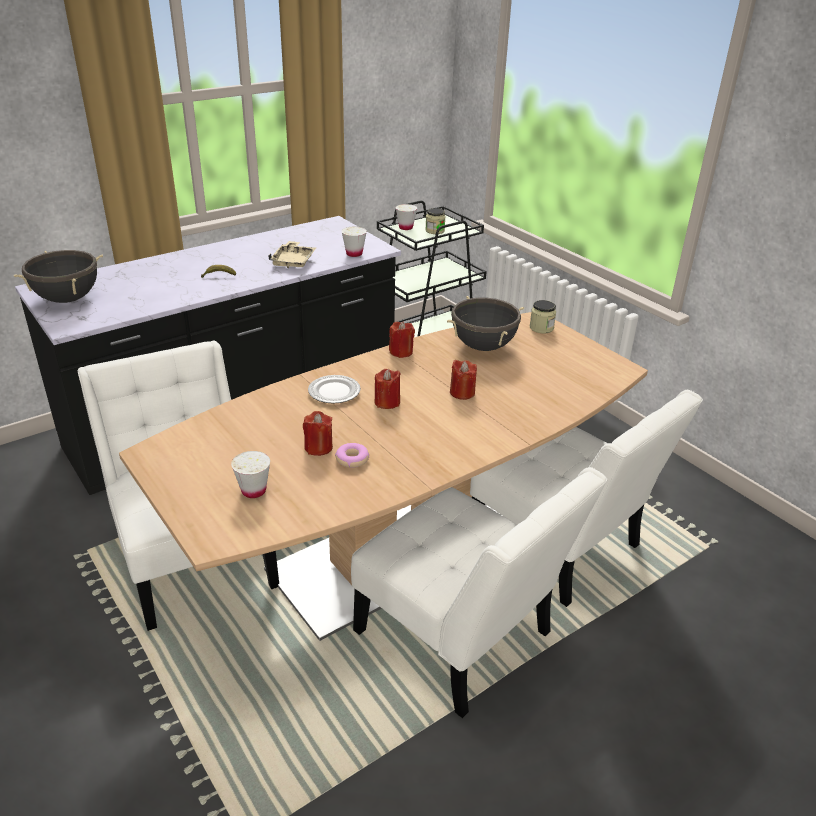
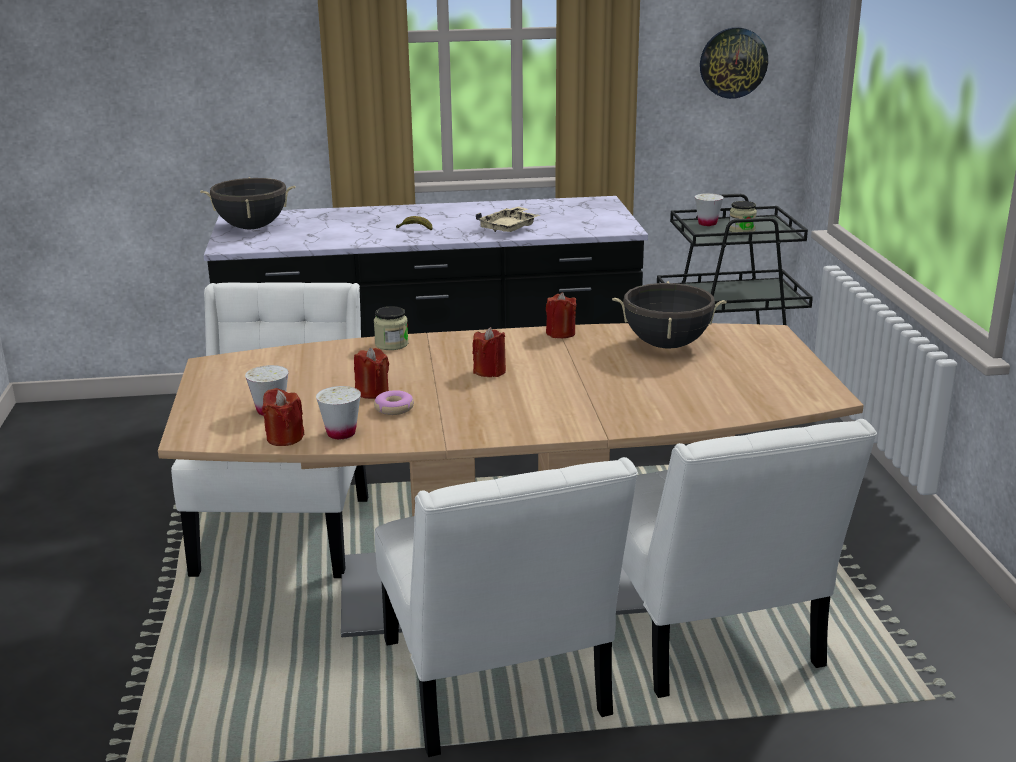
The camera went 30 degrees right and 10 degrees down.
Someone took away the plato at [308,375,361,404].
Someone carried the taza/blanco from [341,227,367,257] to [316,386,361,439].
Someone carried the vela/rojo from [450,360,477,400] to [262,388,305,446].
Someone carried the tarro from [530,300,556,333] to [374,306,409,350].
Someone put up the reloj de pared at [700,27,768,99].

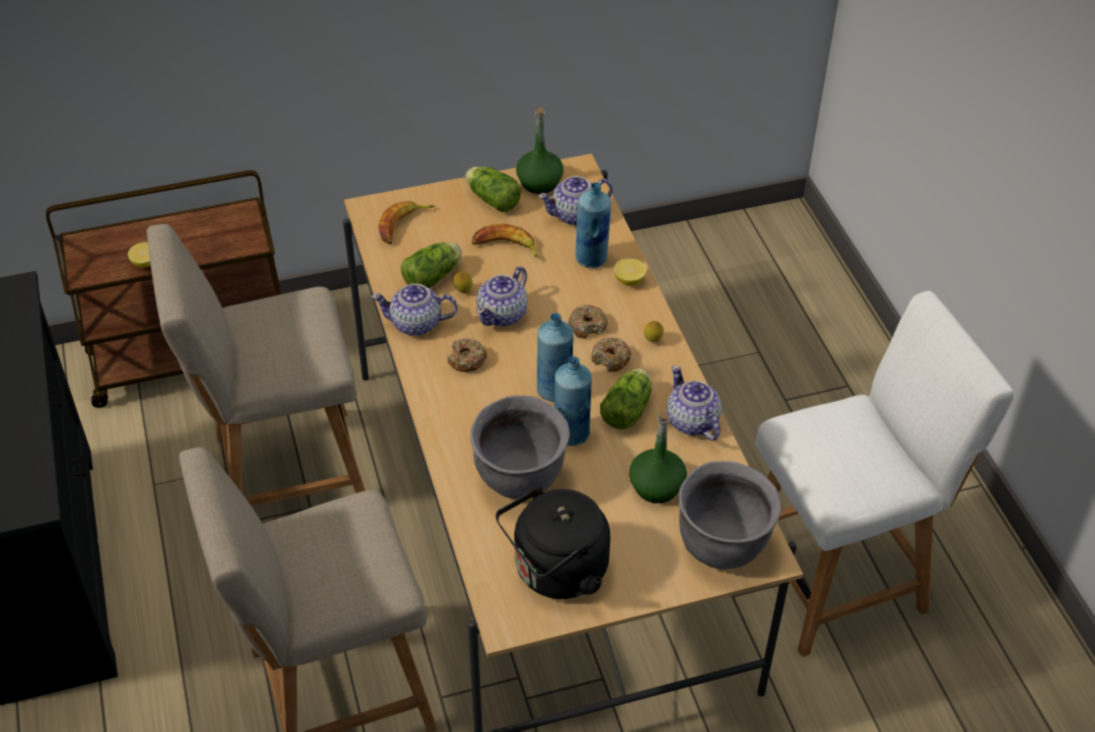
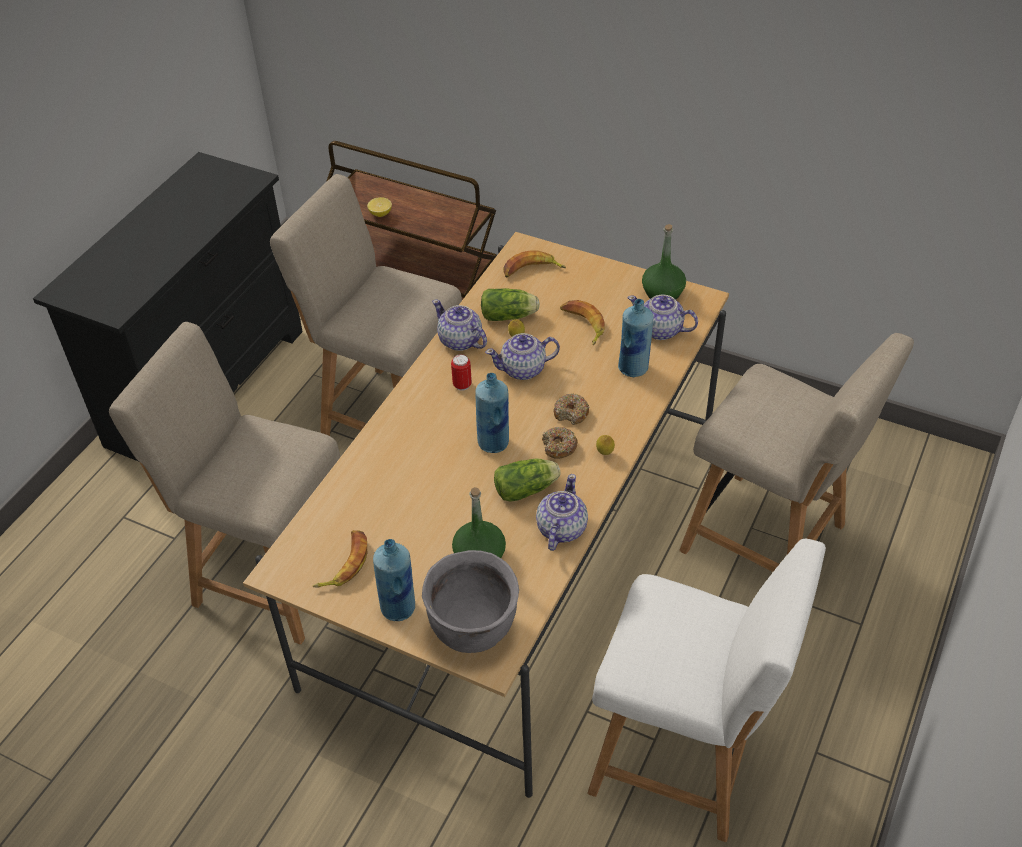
The camera went 45 degrees right and 0 degrees up.
Someone swapped the rosquilla at [447,338,487,372] for the lata at [451,354,472,391].
Someone took away the lechuga at [465,167,521,212].
Someone took away the olla/gris at [470,395,570,499].
Someone swapped the hervidor/negro at [496,486,610,599] for the plátano at [313,530,367,587].
Someone carried the botella/azul from [554,356,592,446] to [373,539,415,621].
Someone took away the limón at [614,259,647,286].
Someone put down the silla/beis at [679,333,914,572].

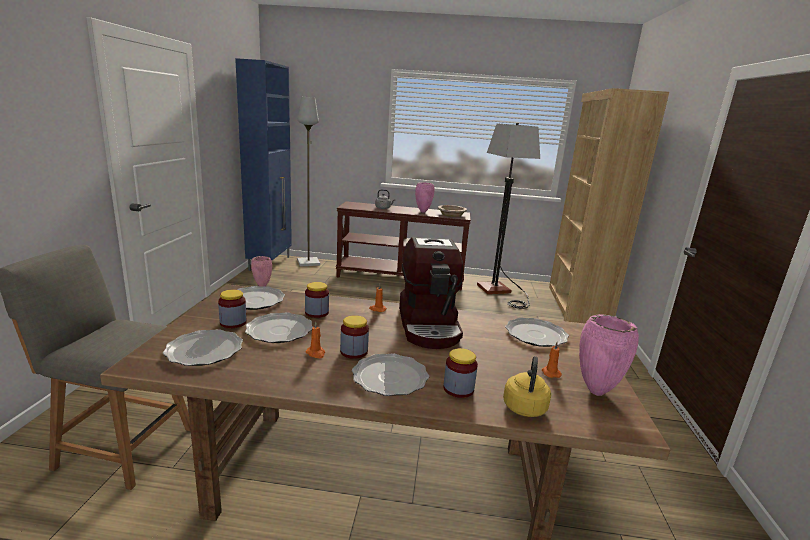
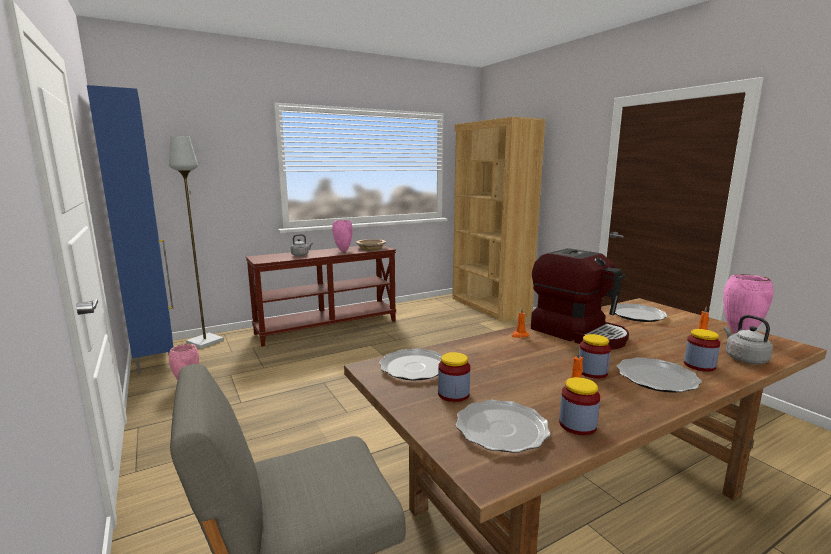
The camera went 35 degrees left and 5 degrees down.
Someone took away the plato at [245,313,313,343].
Someone carried the tarro from [305,282,329,318] to [559,377,600,435].
Someone took away the lámpara de pie at [477,123,540,309].
Someone repainted the hervidor/amarillo at [503,356,551,417], which became the hervidor/gris at [724,315,773,364].

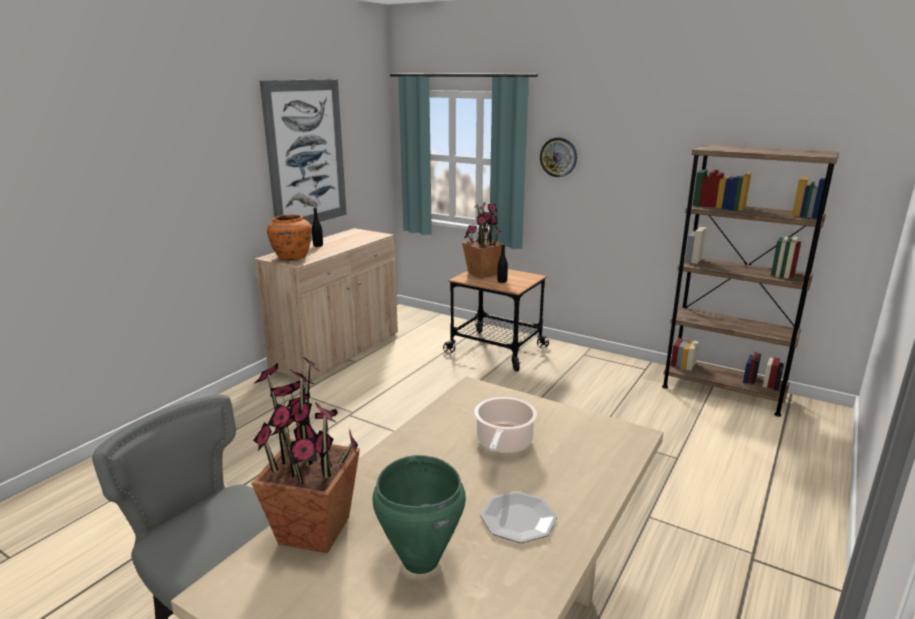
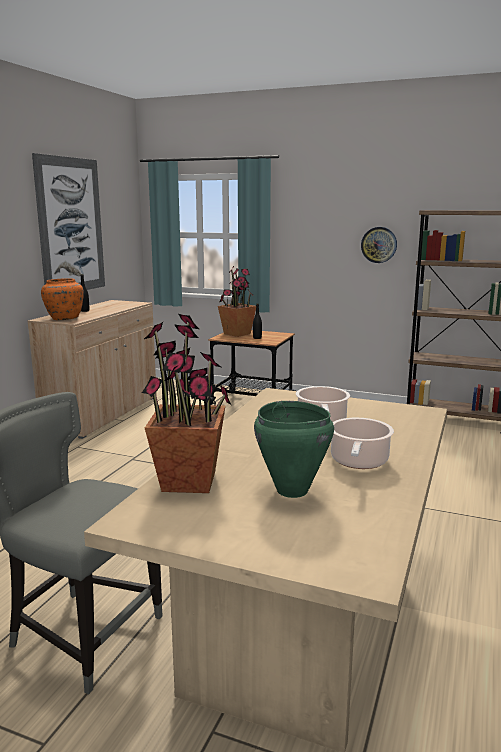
The camera went 10 degrees left and 5 degrees down.
Someone swapped the plato at [481,491,557,543] for the olla at [331,418,394,469].
Someone carried the reloj de pared from [540,137,577,177] to [361,227,397,263].

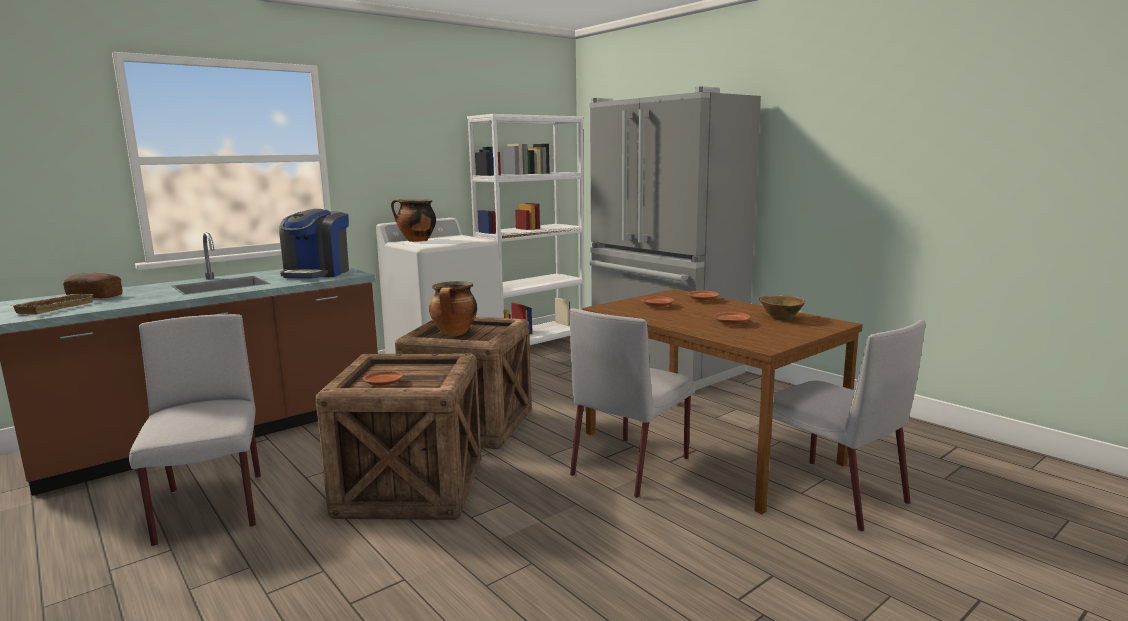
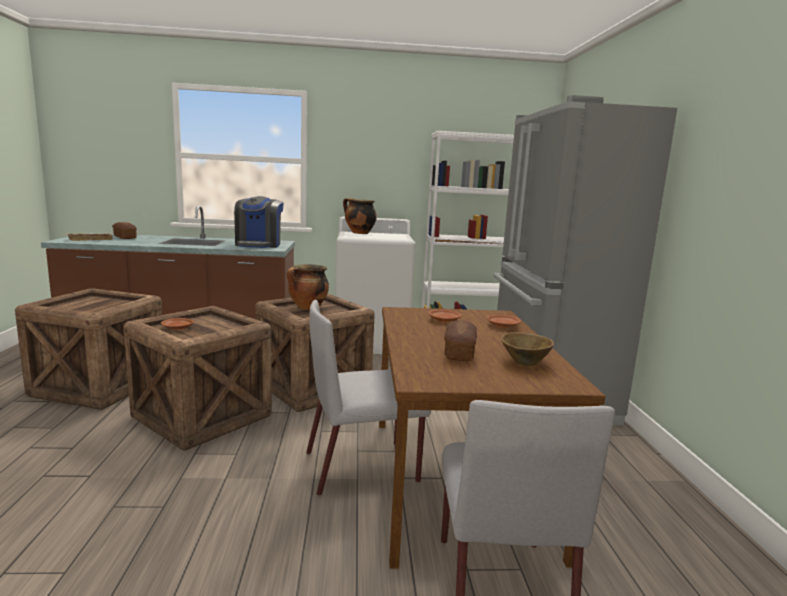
The camera went 35 degrees right and 0 degrees up.
Someone swapped the silla/gris at [129,314,261,546] for the caja de embalaje at [15,288,162,410].
Someone rotated the cafetera at [279,209,349,279] by 45 degrees counterclockwise.
Someone swapped the plato/marrón at [714,312,751,325] for the pan at [444,320,477,361].

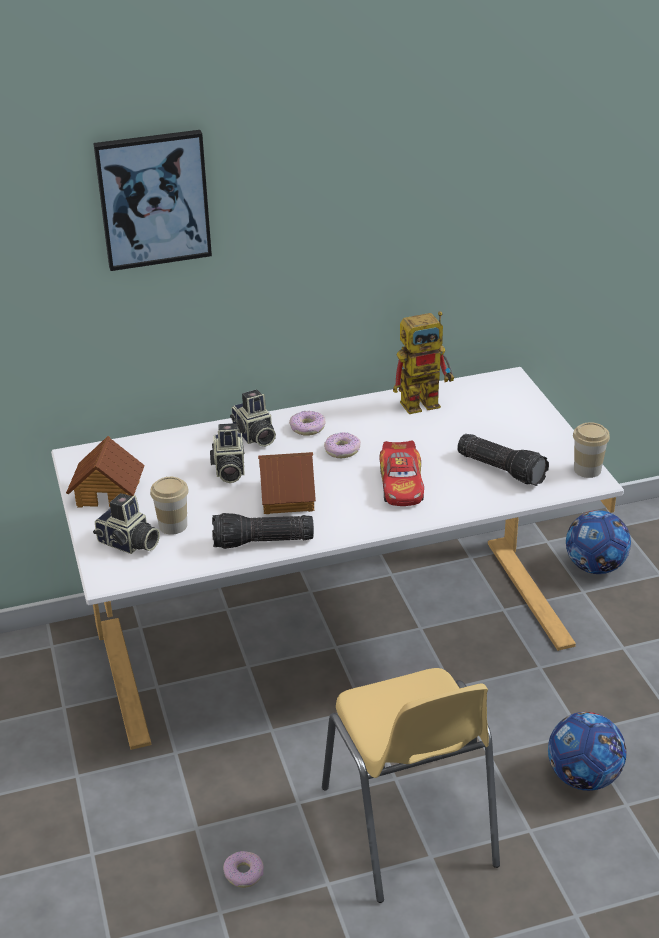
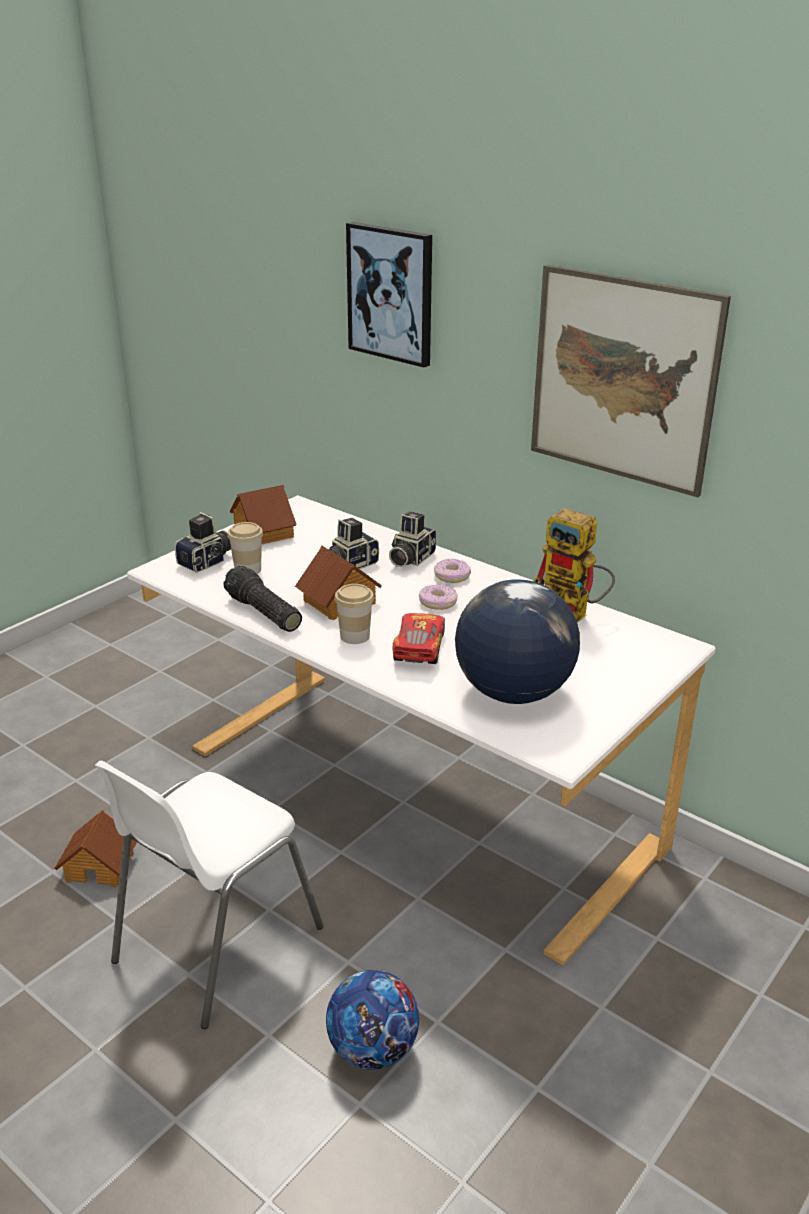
The camera went 55 degrees right and 5 degrees down.
Someone rotated the cámara at [93,493,160,554] by 135 degrees counterclockwise.
Someone swapped the rosquilla at [223,851,264,888] for the casita at [54,810,137,887].
Someone repainted the silla/amarillo at [322,668,500,903], which became the silla/blanco at [95,761,323,1029].
Someone rotated the coche de juguete at [379,440,424,506] by 135 degrees clockwise.
Someone swapped the linterna at [457,434,549,486] for the globo terráqueo at [455,579,580,704].
Someone took away the balón de fútbol at [566,510,631,574].
Someone carried the taza from [573,422,610,478] to [334,584,374,644].
Someone put up the cuadro at [531,265,731,497].

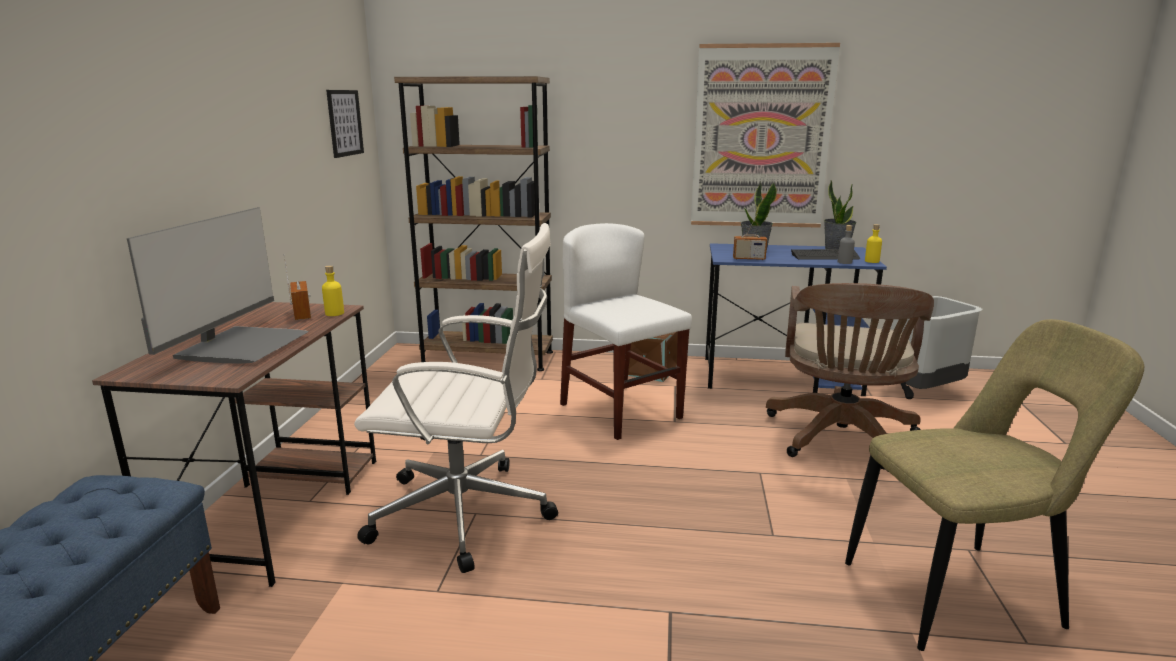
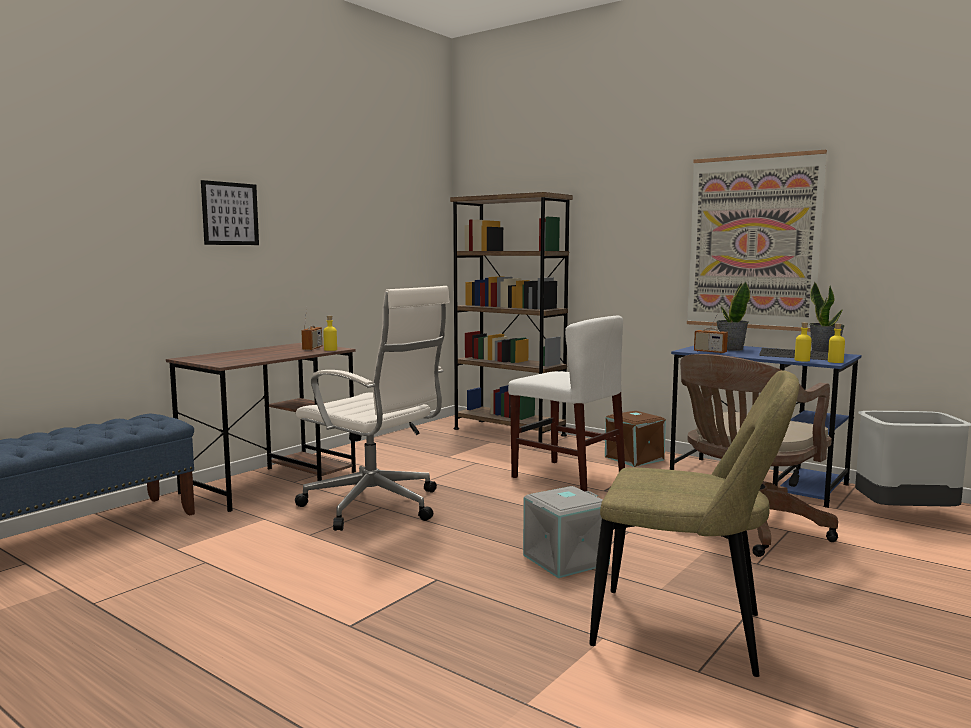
The camera went 30 degrees right and 10 degrees down.
Someone took away the monitor at [127,207,309,363].
Someone carried the cuadro from [326,90,364,158] to [201,180,259,245].
Someone rotated the silla/blanco at [560,223,692,440] by 135 degrees clockwise.
Someone repainted the botella/gris at [838,225,855,264], which became the botella/amarillo at [795,322,811,362].
Someone put down the caja de almacenaje/gris at [523,486,610,578].

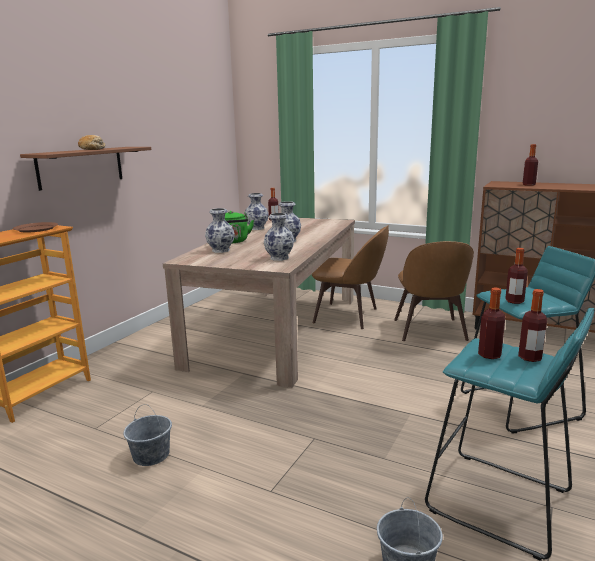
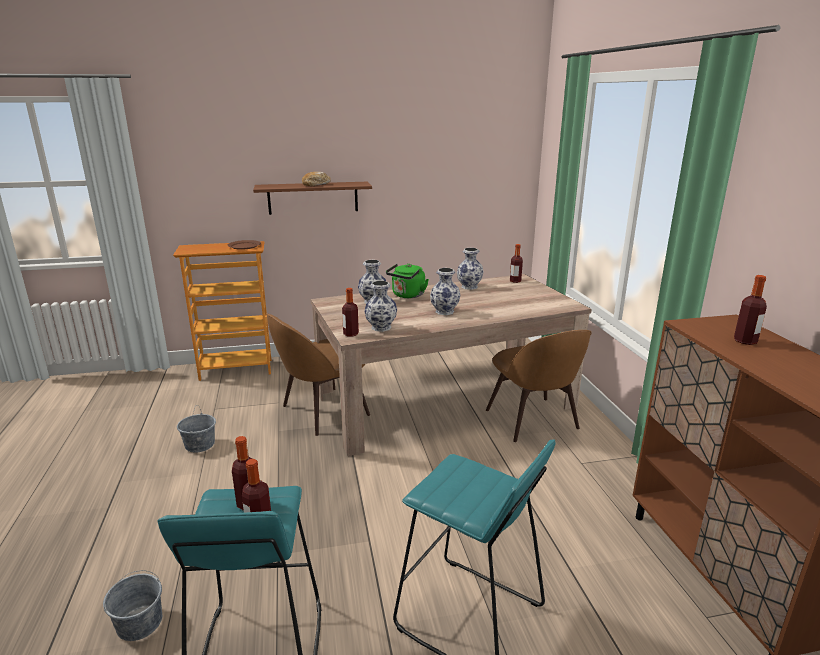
The camera went 50 degrees right and 5 degrees up.
Someone carried the silla/marrón from [394,241,474,341] to [266,313,370,436].
Someone carried the botella from [505,248,528,304] to [342,288,359,337].

